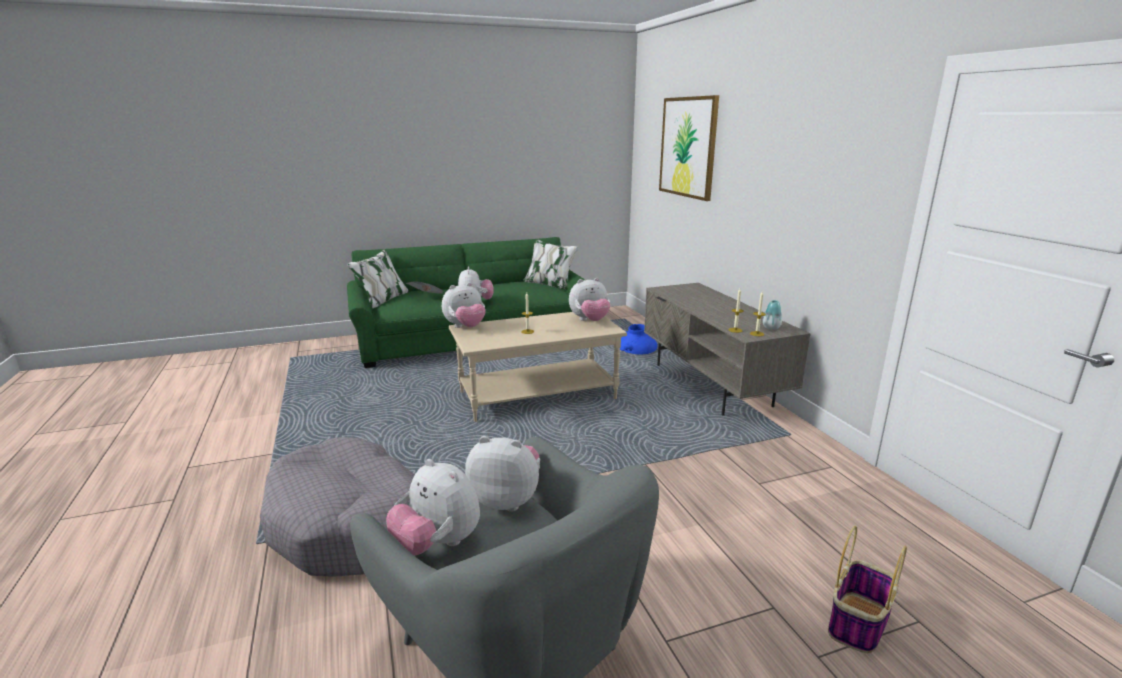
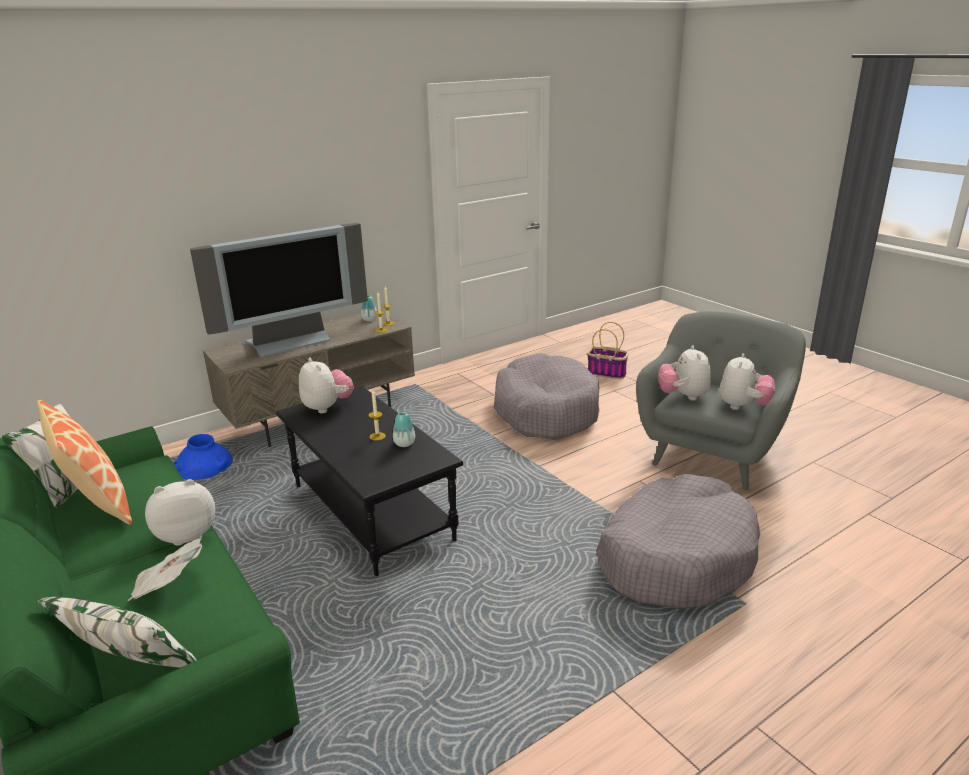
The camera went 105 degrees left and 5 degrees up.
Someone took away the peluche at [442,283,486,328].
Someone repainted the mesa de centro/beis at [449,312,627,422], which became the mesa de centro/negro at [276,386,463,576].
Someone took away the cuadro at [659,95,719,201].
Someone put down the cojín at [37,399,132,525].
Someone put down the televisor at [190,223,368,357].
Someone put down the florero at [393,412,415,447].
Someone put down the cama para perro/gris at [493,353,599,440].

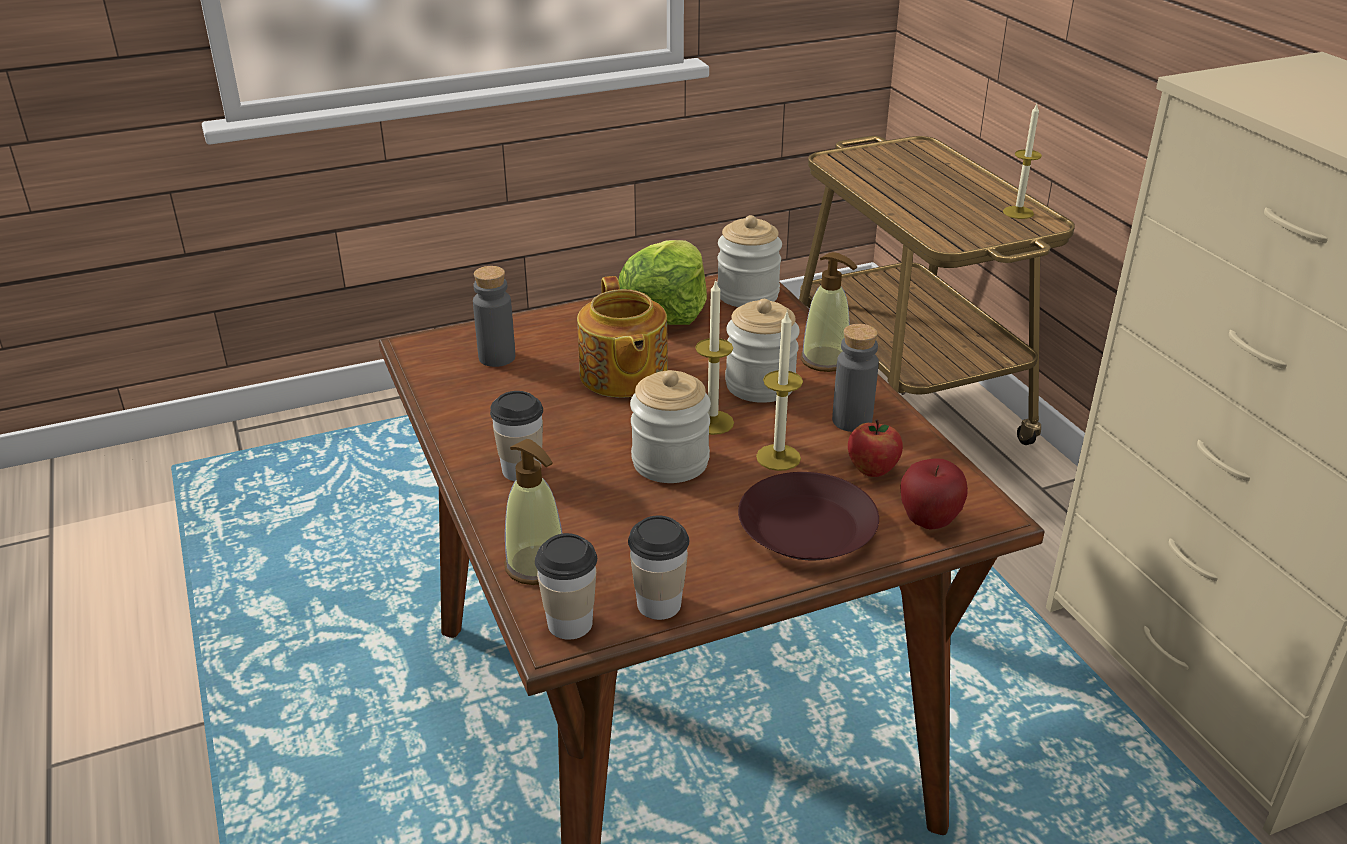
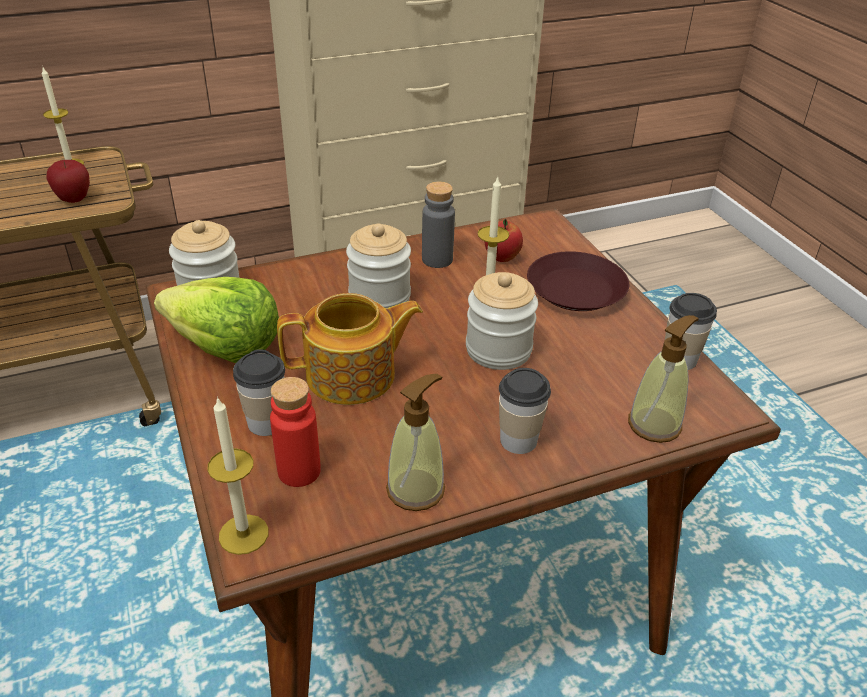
The camera went 90 degrees left and 5 degrees up.
Someone repainted the botella/gris at [473,266,515,367], which became the botella/rojo at [270,377,321,487].
Someone carried the taza from [535,533,597,640] to [233,349,285,436].
Someone carried the vela from [695,280,734,435] to [207,396,269,555].
Someone carried the dispensador de jabón from [801,252,858,372] to [386,374,445,511].
Someone carried the manzana from [900,458,968,530] to [46,160,90,203].

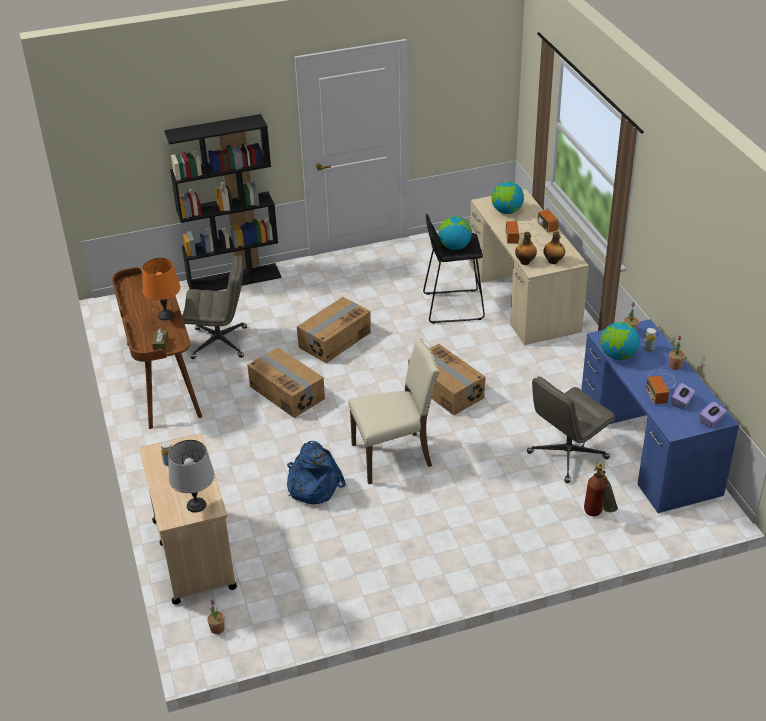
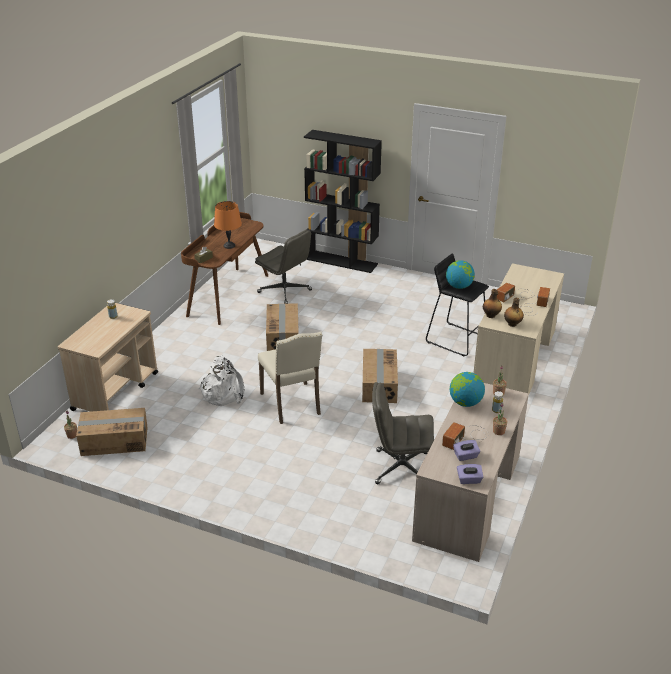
The camera went 40 degrees right and 5 degrees down.
Someone took away the lámpara de mesa/gris at [168,440,215,513].
Someone repainted the mochila/azul at [287,441,346,504], which became the mochila/blanco at [199,355,245,406].
Someone carried the caja de cartón from [297,297,371,363] to [76,408,148,456].
Someone rotated the silla/beis at [348,338,440,484] by 45 degrees clockwise.
Someone took away the globo terráqueo at [491,181,524,214].
Someone repainted the escritorio/azul at [581,319,739,513], which became the escritorio/beis at [412,383,529,562].
Someone took away the extintor at [584,463,618,516].

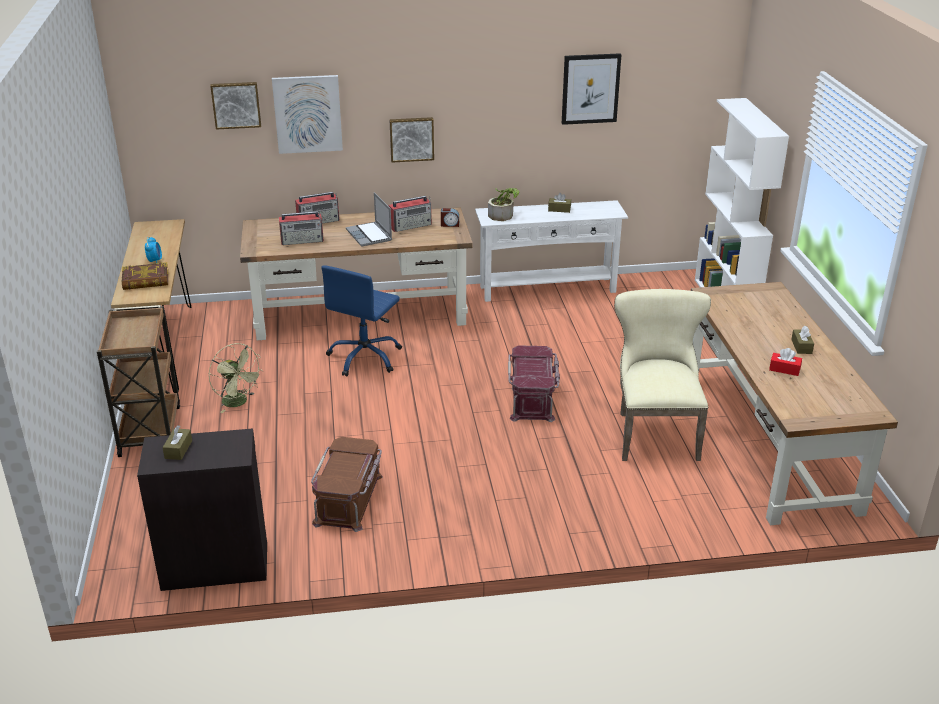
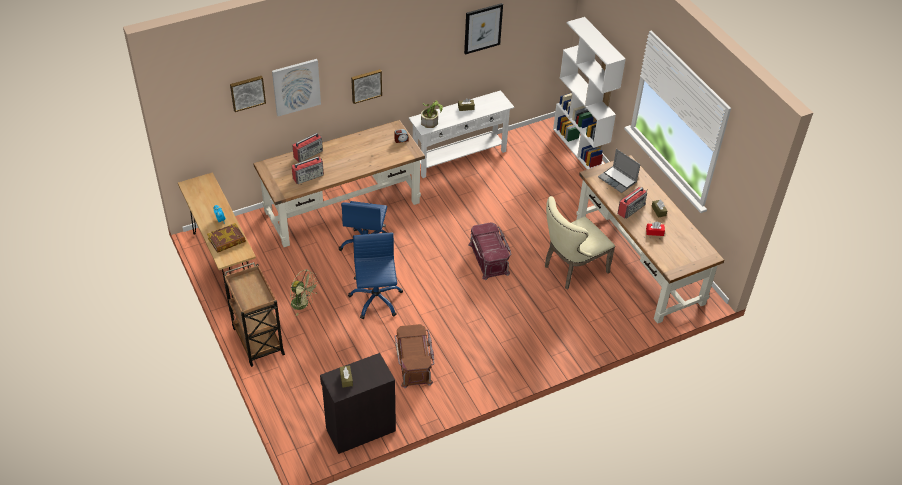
The camera went 20 degrees left and 15 degrees up.
Someone carried the portátil from [346,192,392,247] to [598,149,641,193].
Someone carried the radio from [389,196,432,232] to [618,187,648,219].
Someone rotated the silla/beis at [614,289,711,461] by 105 degrees counterclockwise.
Someone put down the silla de oficina/azul at [348,232,403,319].

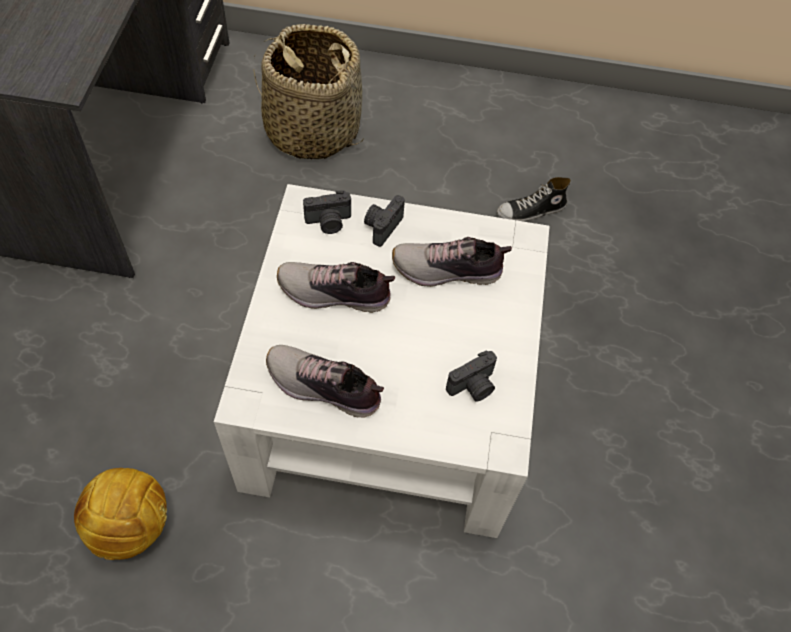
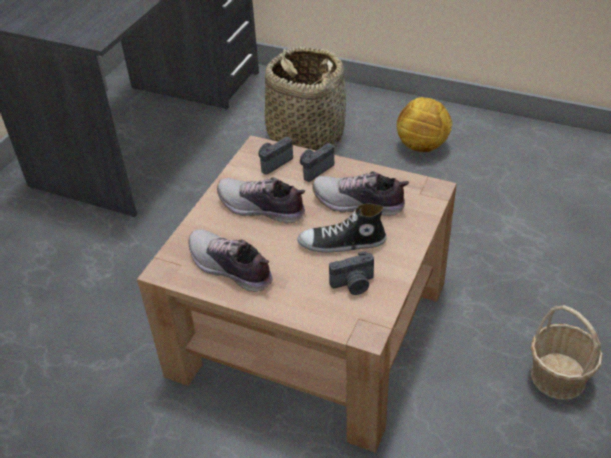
The camera went 20 degrees right and 15 degrees down.
Someone carried the balón de fútbol from [74,468,167,560] to [397,97,453,152].
Someone repainted the mesa de centro/blanco at [214,184,550,538], which became the mesa de centro/marrón at [137,136,457,453].
Someone rotated the cámara at [303,190,351,234] by 135 degrees clockwise.
Someone carried the zapato from [496,177,571,221] to [297,204,387,252].
Someone put down the cesta at [531,305,603,400].

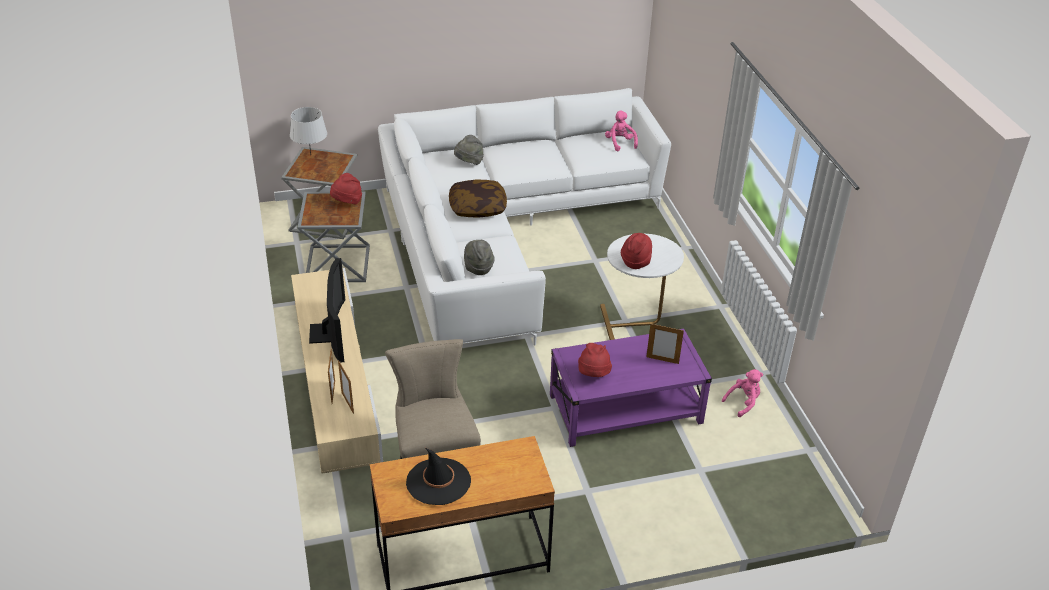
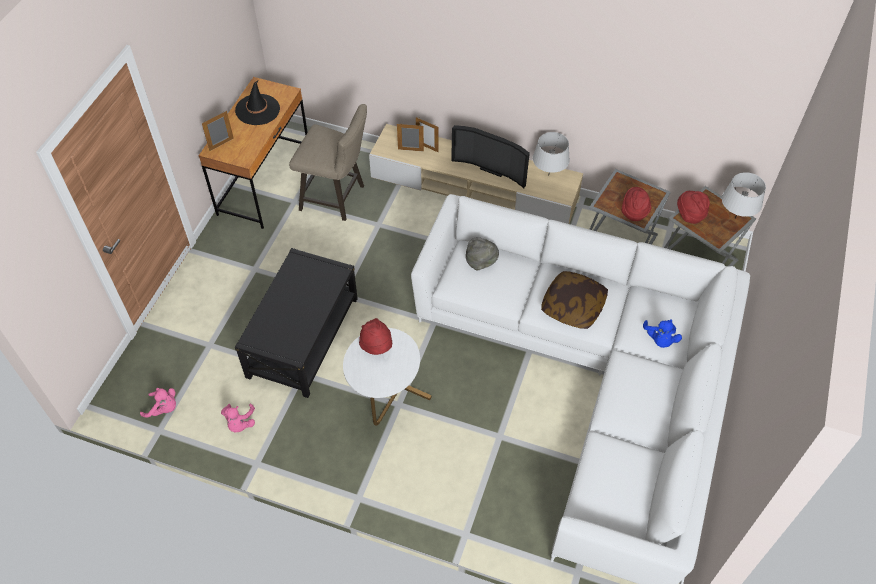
The camera went 125 degrees right and 15 degrees up.
Someone swapped the sombrero/gris at [454,135,484,165] for the peluche/azul at [643,319,682,348].
Someone repainted the mesa de centro/morado at [550,328,712,447], which became the mesa de centro/negro at [235,248,358,398].
Someone carried the sombrero/rojo from [578,343,612,377] to [677,191,710,224].
Someone carried the peluche/rosa from [605,110,638,151] to [140,388,176,418].
Someone carried the portarretratos from [646,323,684,364] to [202,111,234,151].
Someone put down the lámpara de mesa/gris at [533,132,570,176].

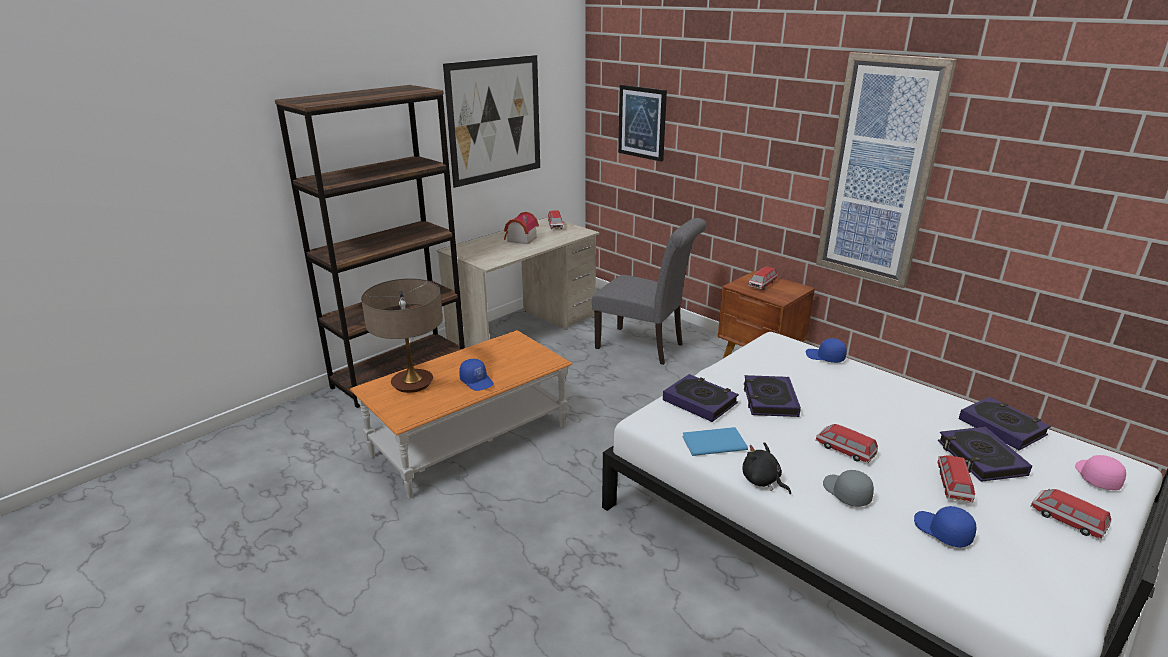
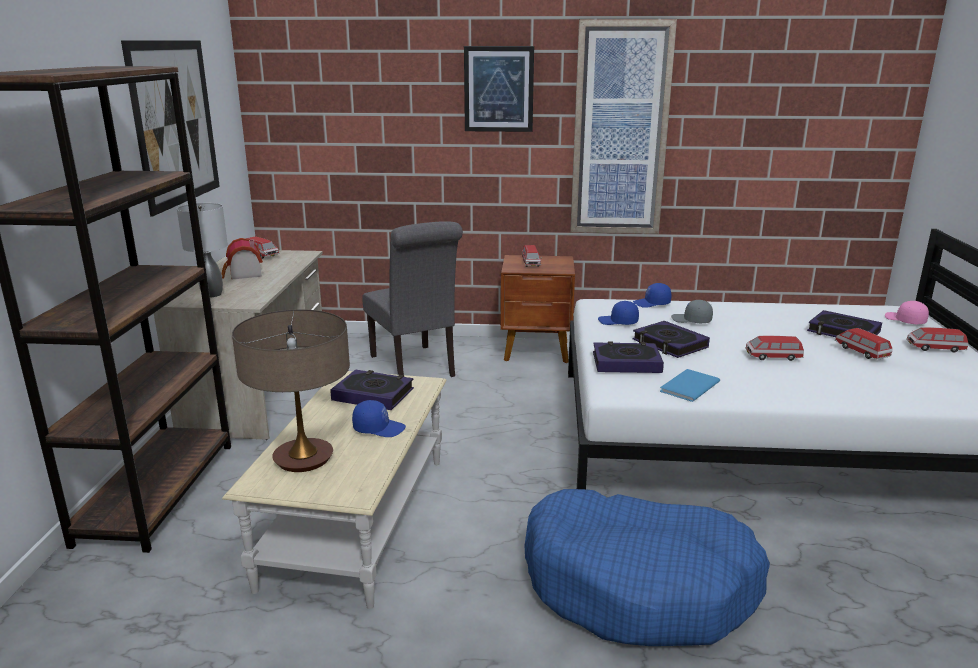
The camera went 40 degrees left and 5 degrees down.
Someone repainted the mesa de centro/naranja at [350,330,572,499], which became the mesa de centro/beis at [222,371,447,609].
Someone rotated the silla/gris at [592,218,707,365] by 75 degrees clockwise.
Someone carried the cuadro from [618,85,667,162] to [464,46,534,132].
Someone took away the peluche/negro at [742,442,791,494].
Someone carried the gorra/gris from [823,470,874,507] to [671,300,713,323].
Someone carried the gorra/azul from [914,506,977,548] to [598,301,639,325].
Someone carried the libro from [959,397,1051,450] to [330,369,414,410].
Someone put down the lámpara de mesa/gris at [177,203,228,297].
Someone put down the cama para perro/azul at [524,489,770,646].

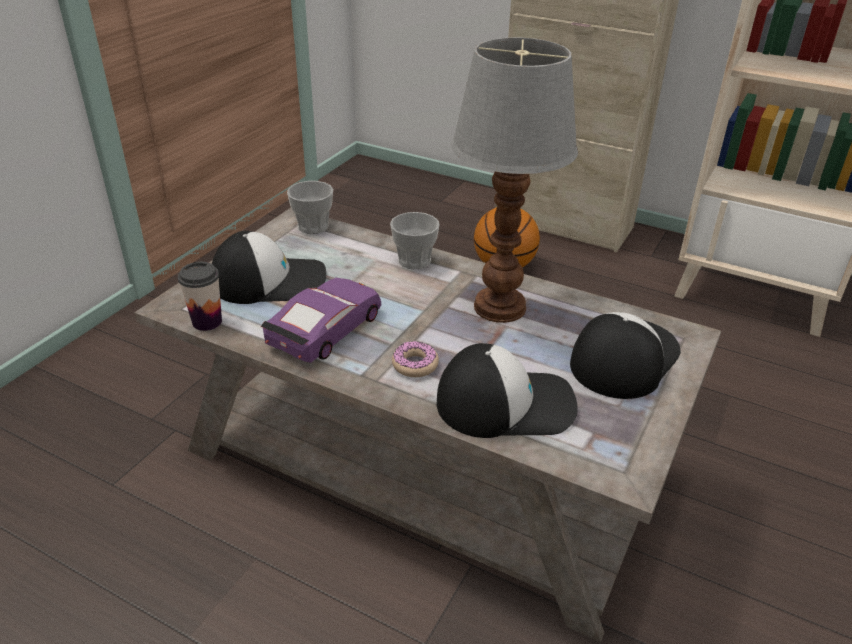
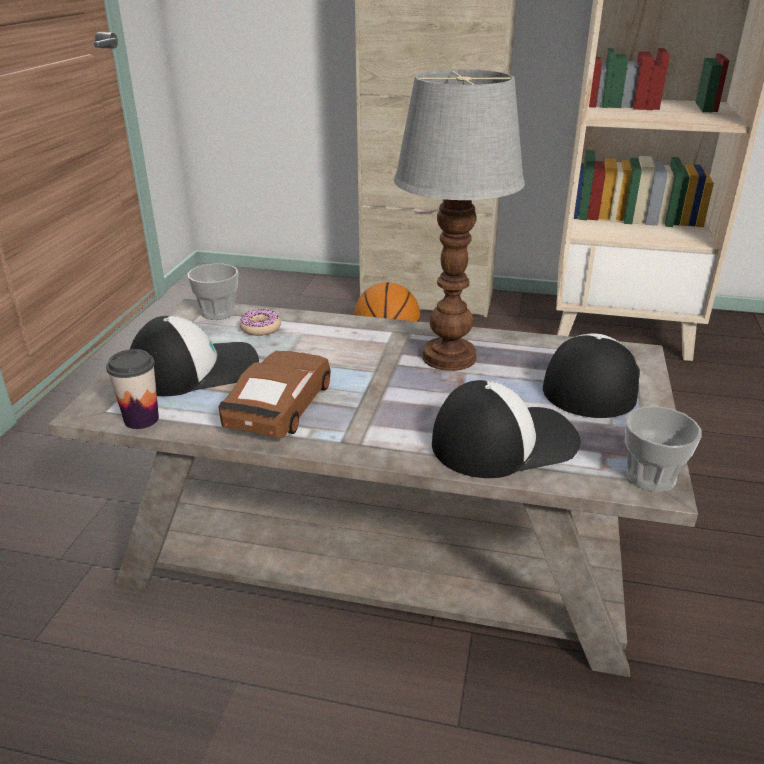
The camera went 15 degrees left and 5 degrees down.
Someone repainted the coche de juguete/morado at [261,278,382,363], which became the coche de juguete/marrón at [218,351,331,438].
Someone carried the taza from [390,212,440,269] to [625,406,701,492].
Someone carried the rosquilla from [392,341,439,377] to [240,309,281,336].

